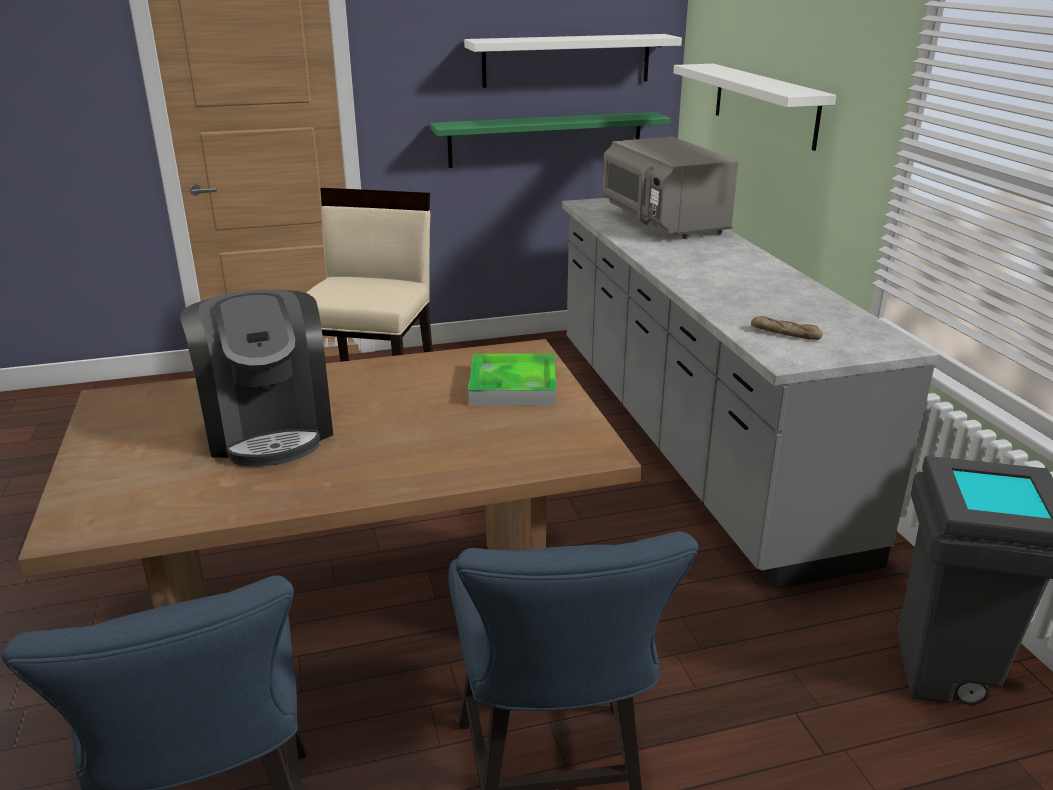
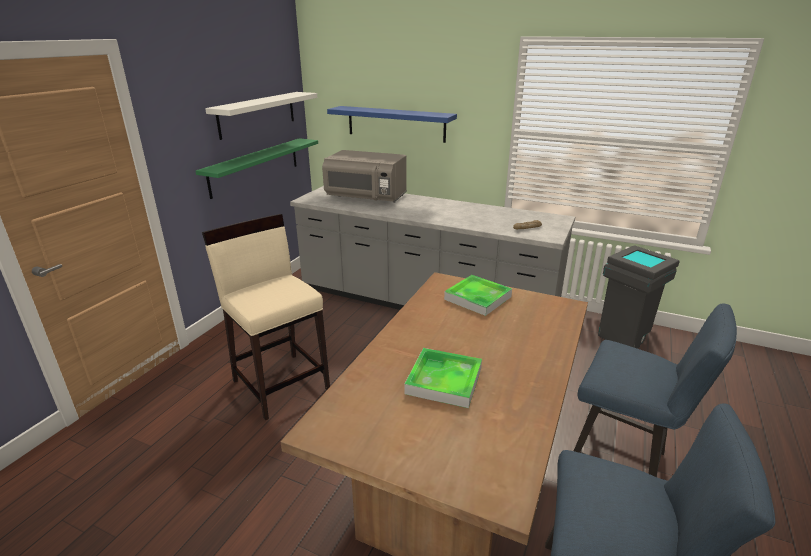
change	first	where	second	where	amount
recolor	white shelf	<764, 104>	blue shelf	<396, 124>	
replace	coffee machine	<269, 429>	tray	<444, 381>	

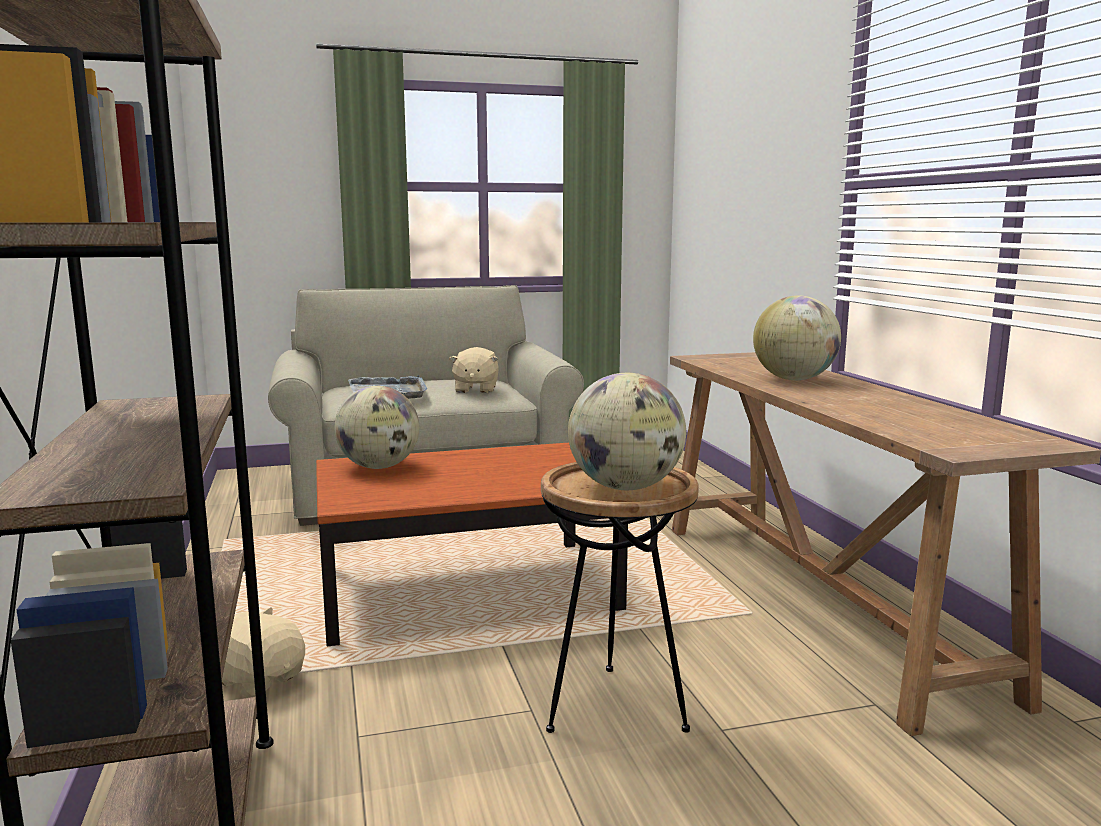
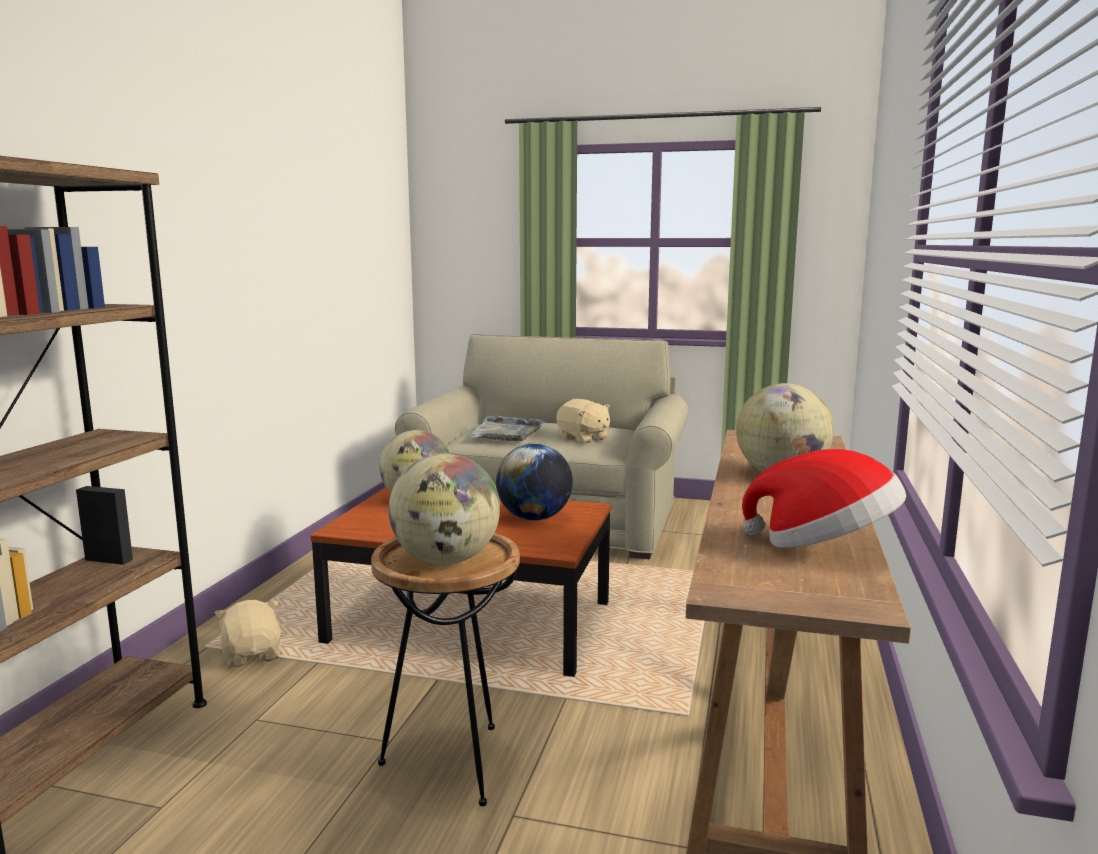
change	first	where	second	where	amount
insert			globe	<534, 518>	
rotate	beige plush toy	<475, 389>		<583, 438>	75 degrees counterclockwise
insert			hat	<824, 546>	

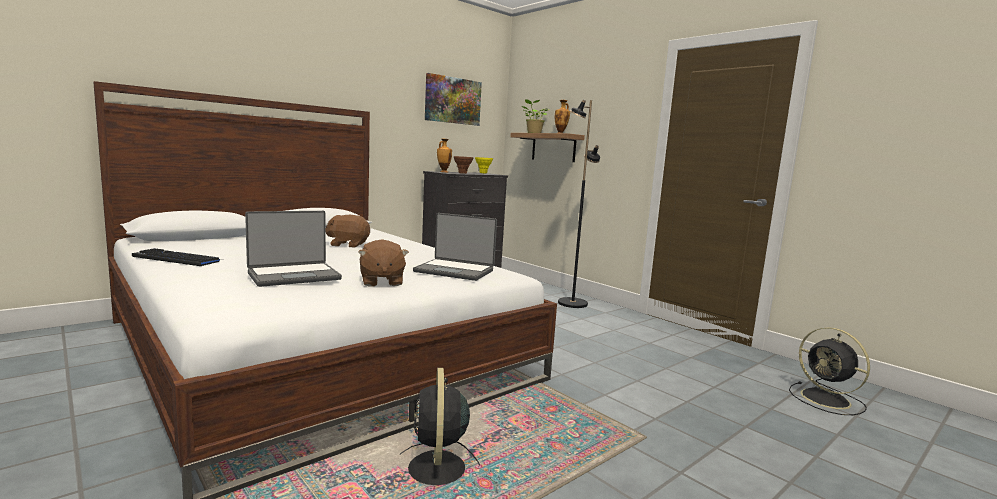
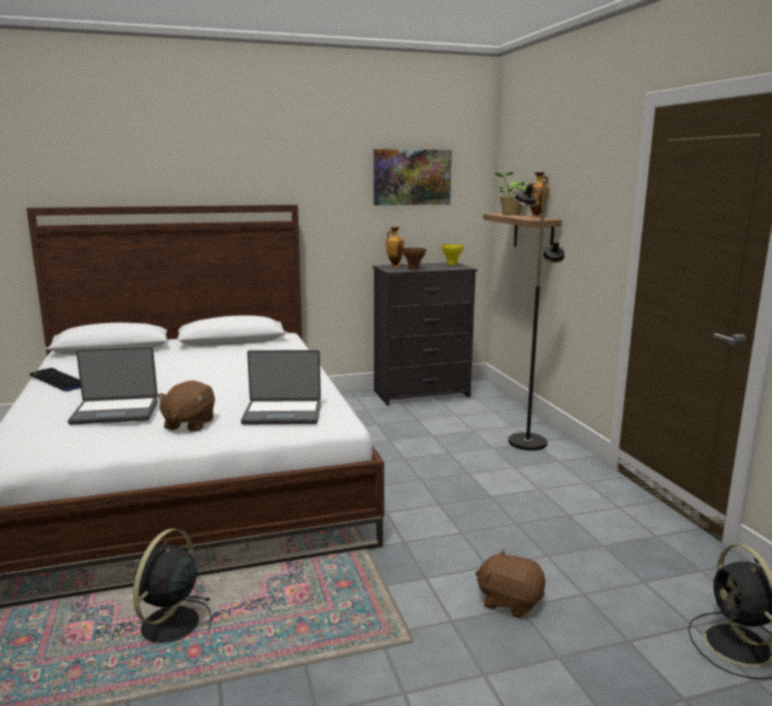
change	first	where	second	where	amount
rotate	laptop	<455, 271>		<283, 413>	45 degrees counterclockwise
move	brown plush toy	<348, 244>		<510, 601>	

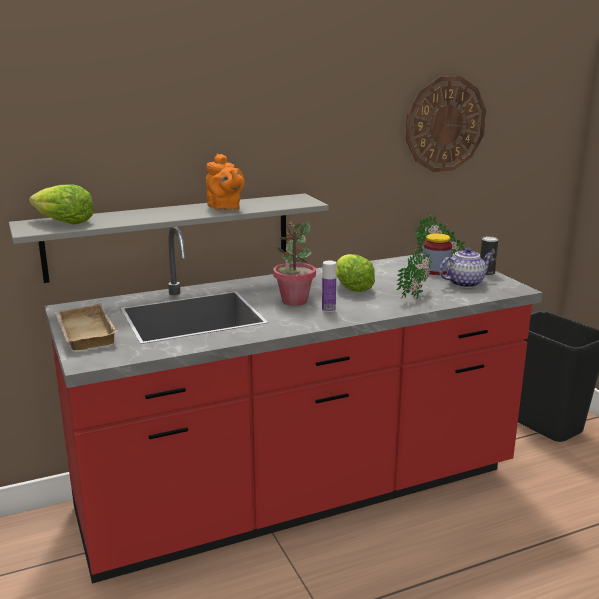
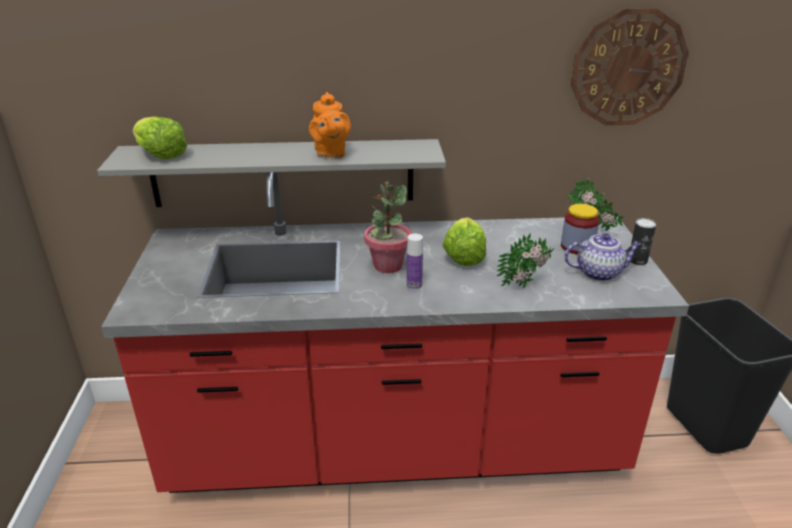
change	first	where	second	where	amount
delete	beige tray	<83, 332>			

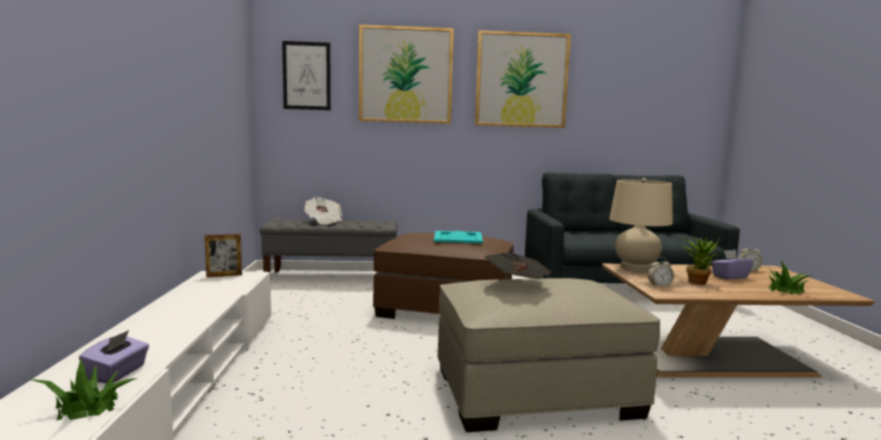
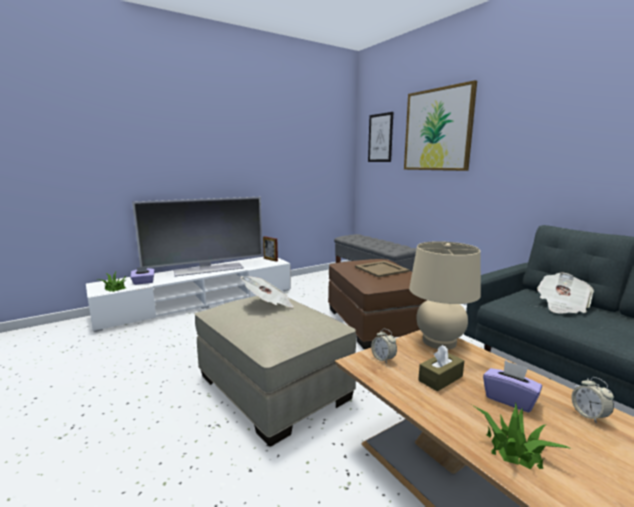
change	first	where	second	where	amount
insert			television	<208, 269>	
recolor	turquoise tray	<458, 237>	beige tray	<382, 269>	
replace	potted plant	<698, 281>	brown tissue box	<440, 378>	
move	newspaper	<323, 221>		<561, 306>	
delete	picture	<521, 80>			

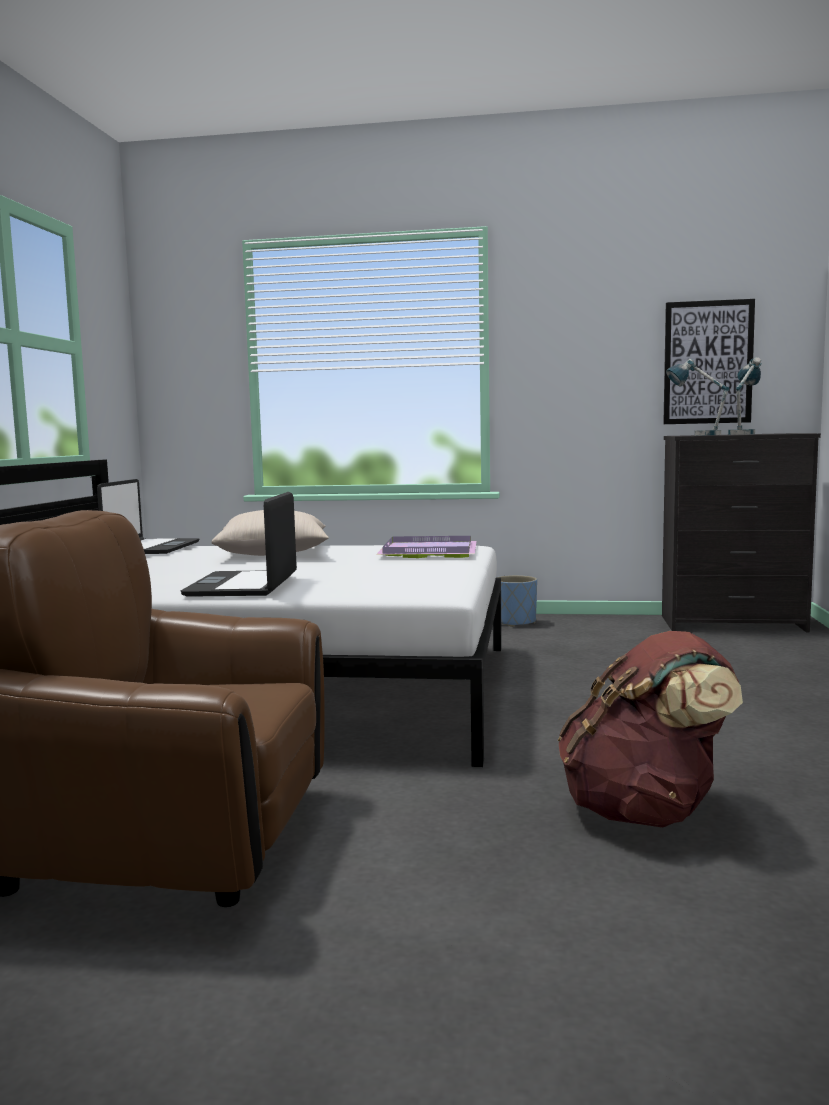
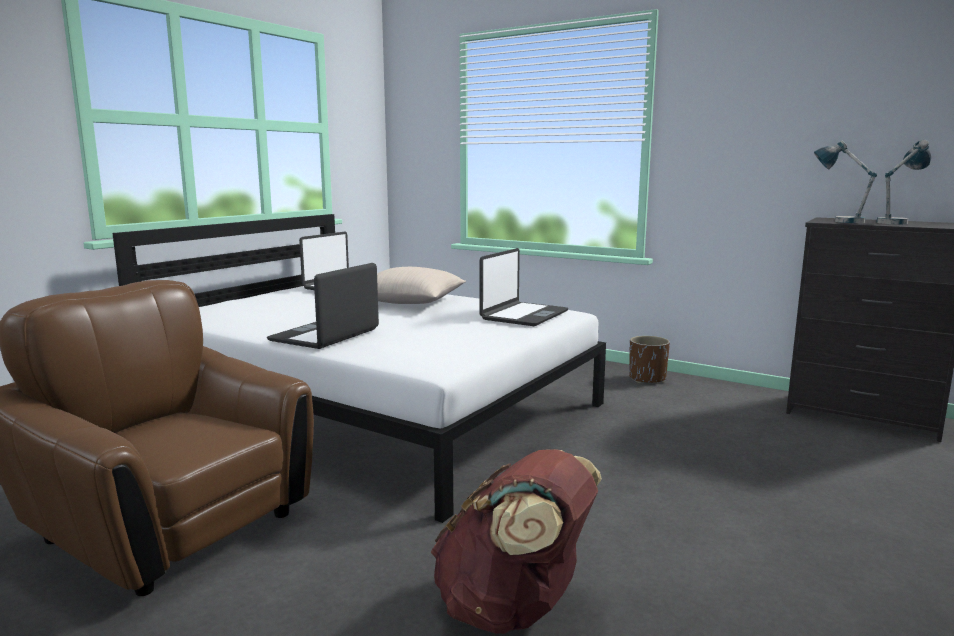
change	first	where	second	where	amount
replace	purple tray	<427, 551>	laptop	<523, 315>	
recolor	blue planter	<515, 622>	brown planter	<647, 379>	
delete	picture	<708, 362>			

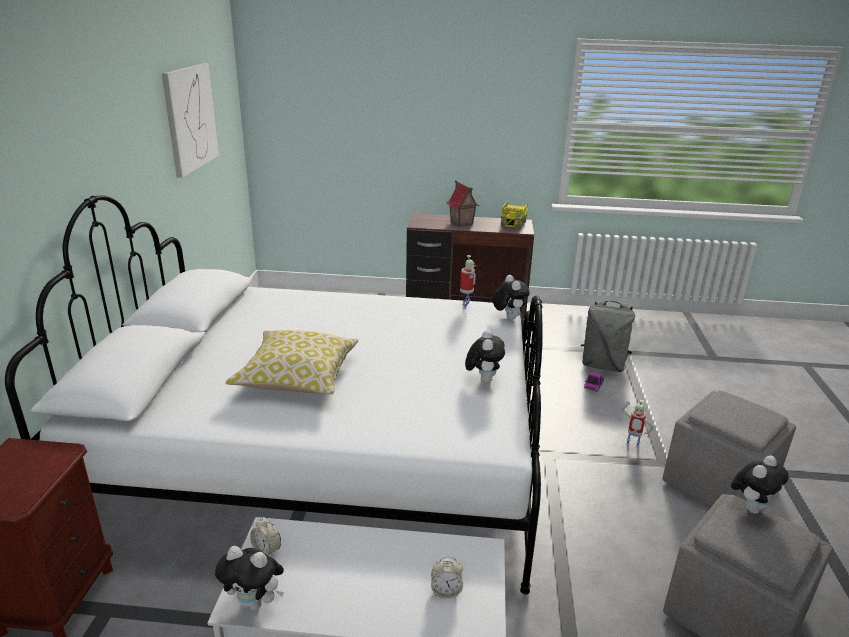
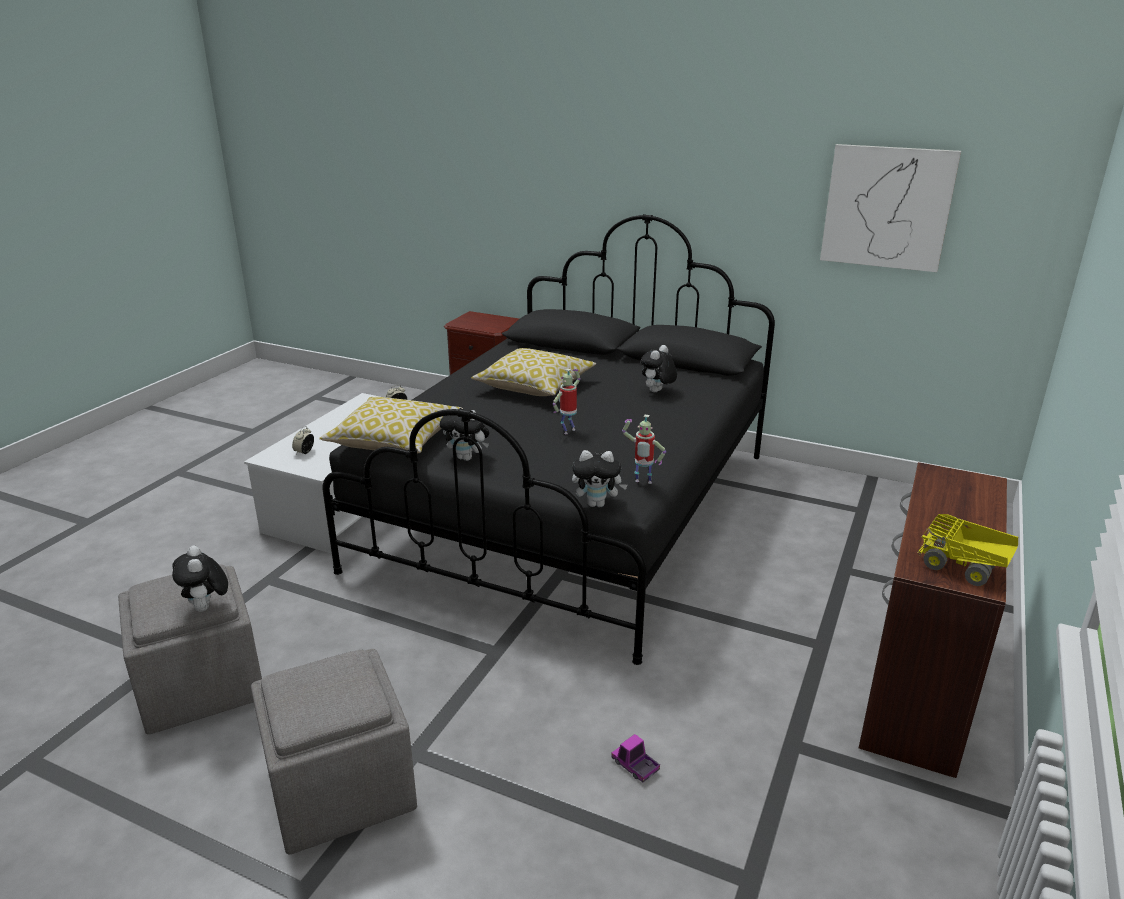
change	first	where	second	where	amount
insert			pillow	<395, 441>	
recolor	white bed	<326, 458>	black bed	<572, 510>	
move	toy robot	<631, 446>		<568, 430>	
move	plush toy	<255, 603>		<657, 392>	
delete	toy house	<461, 223>			
delete	grey backpack	<603, 365>			

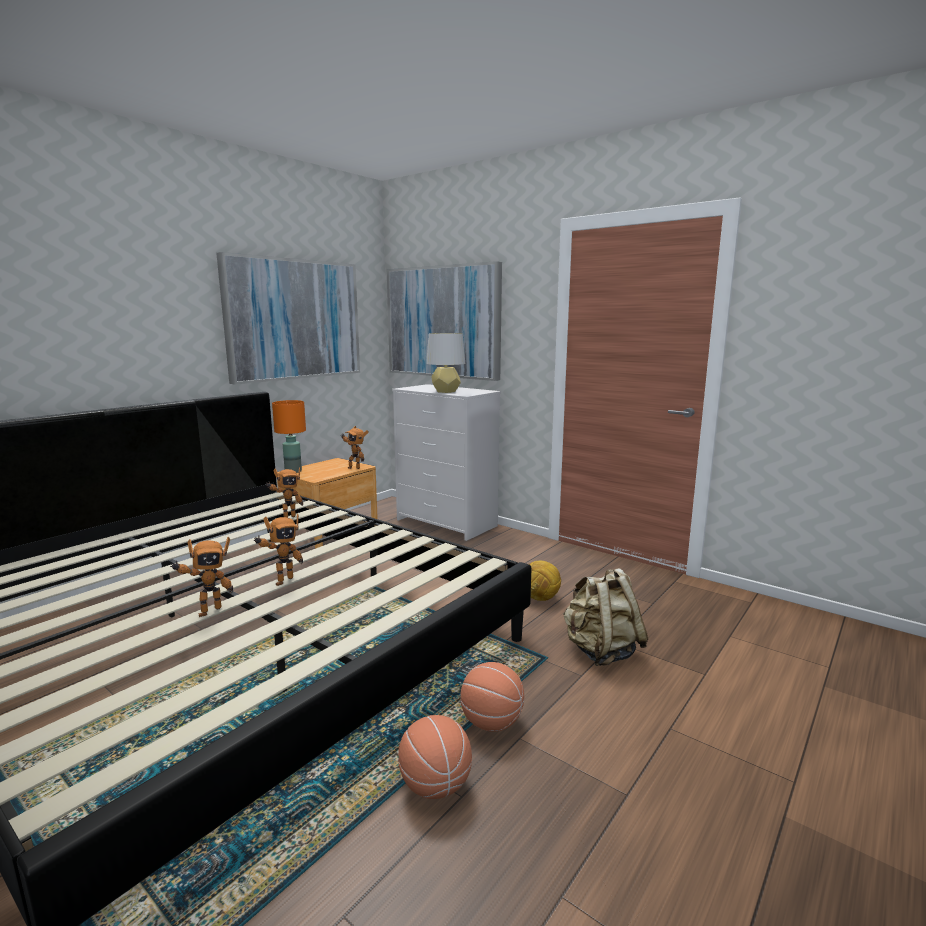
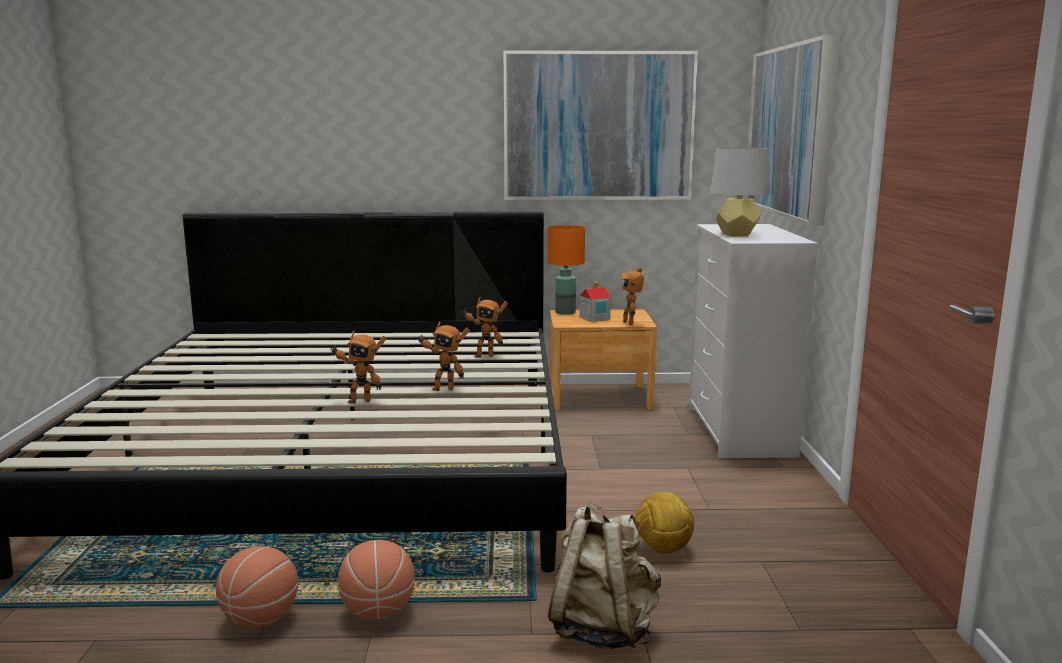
change	first	where	second	where	amount
move	toy robot	<208, 611>		<443, 389>	
insert			toy house	<594, 318>	

